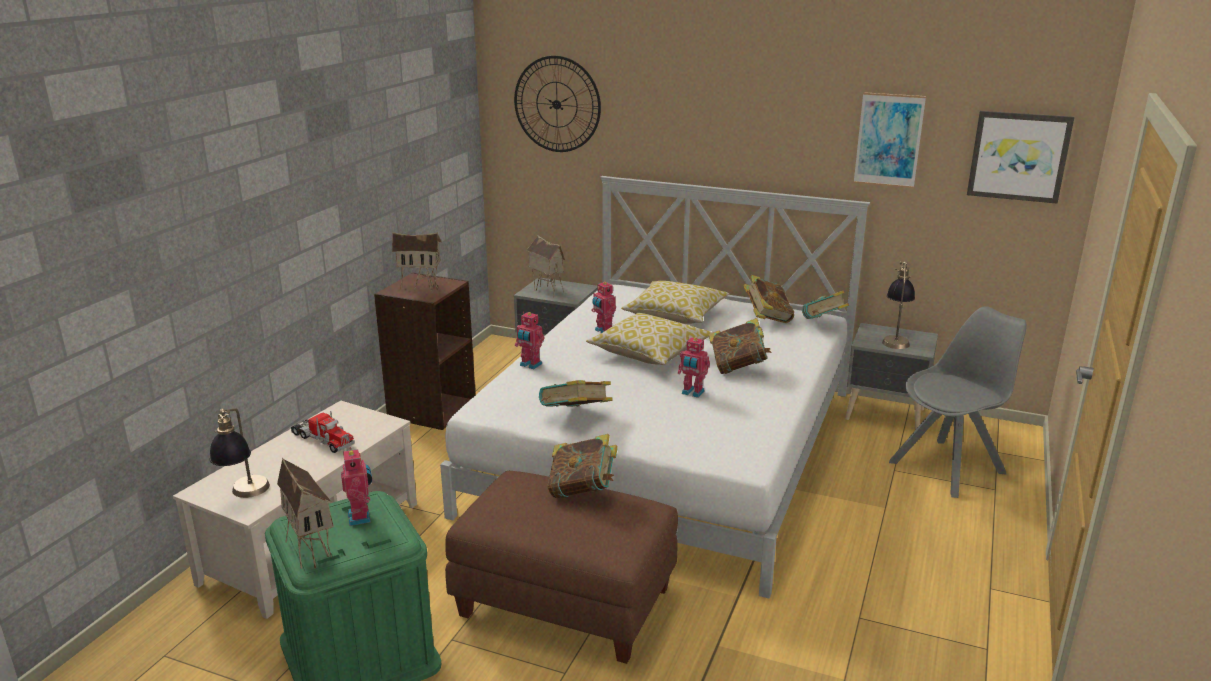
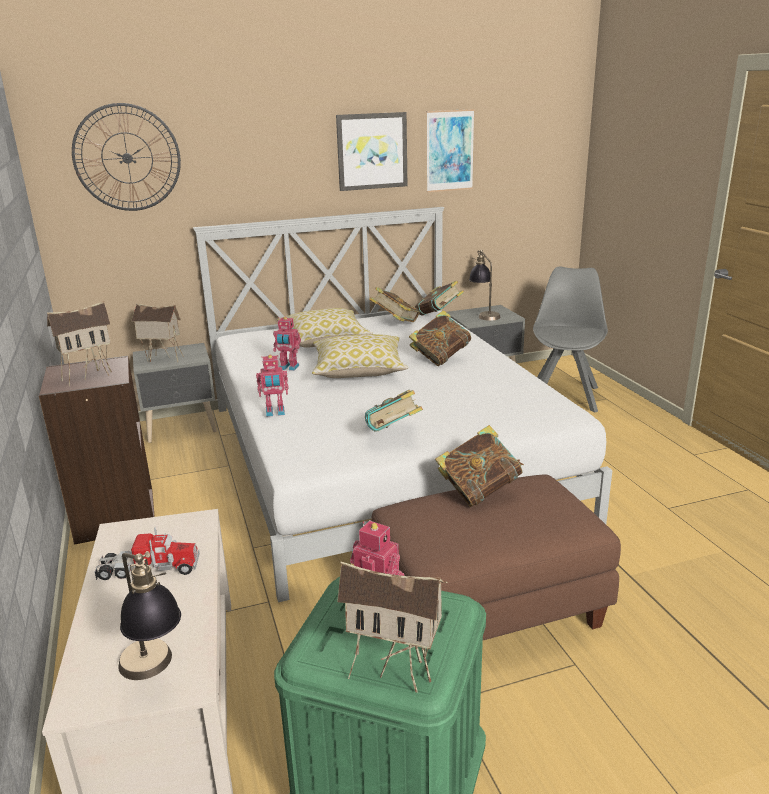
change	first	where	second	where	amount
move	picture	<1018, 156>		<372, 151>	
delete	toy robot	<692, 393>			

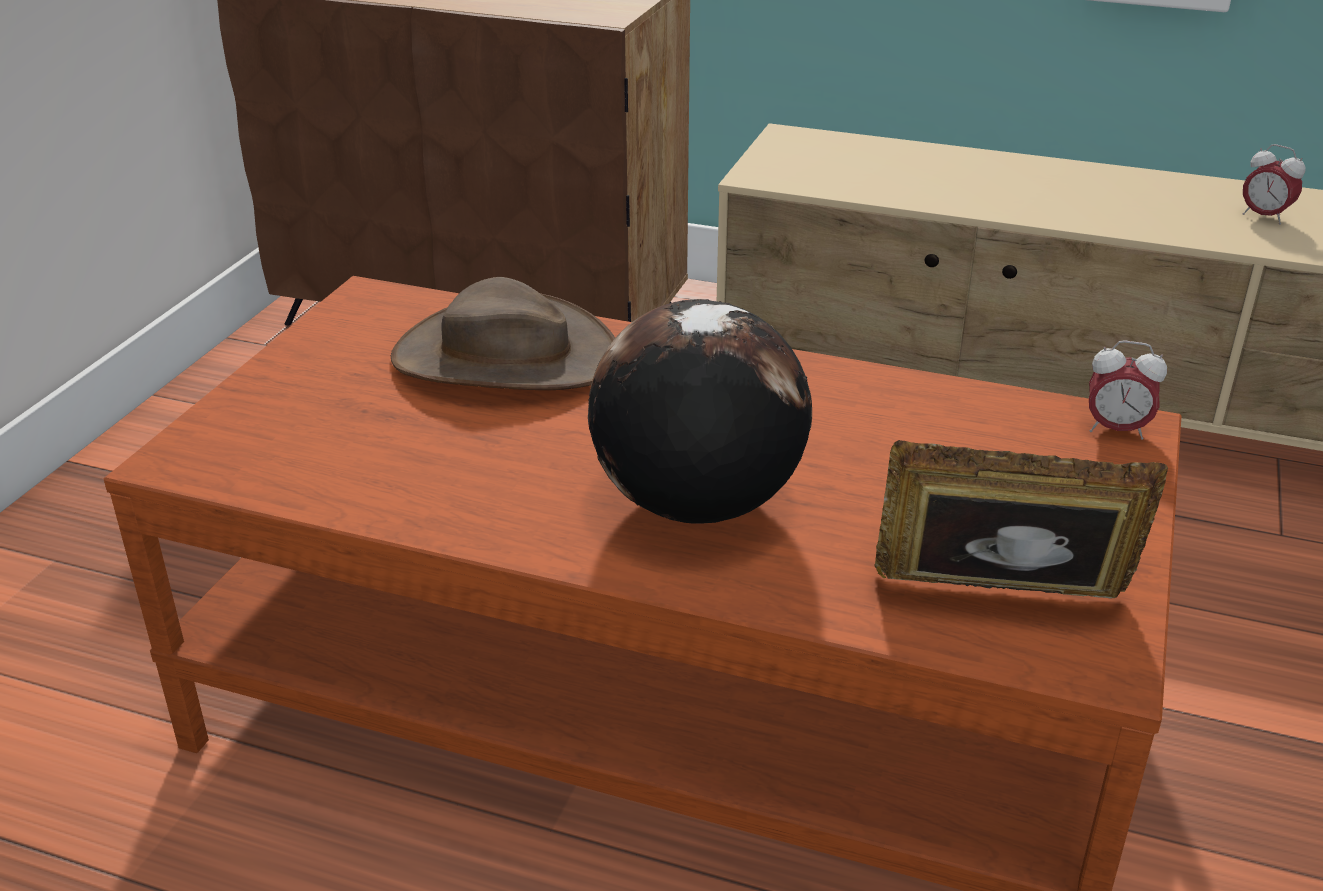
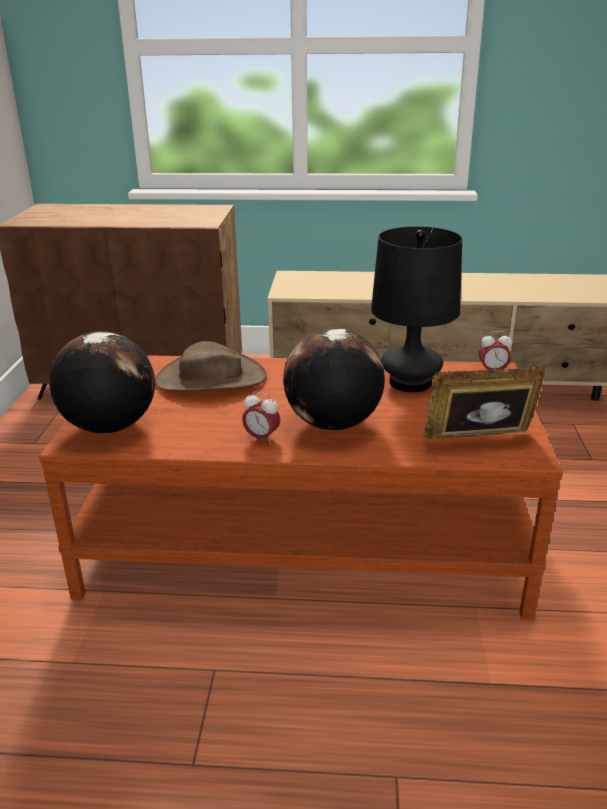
change	first	where	second	where	amount
insert			globe	<109, 427>	
move	alarm clock	<1264, 217>		<261, 438>	
insert			black table lamp	<410, 382>	

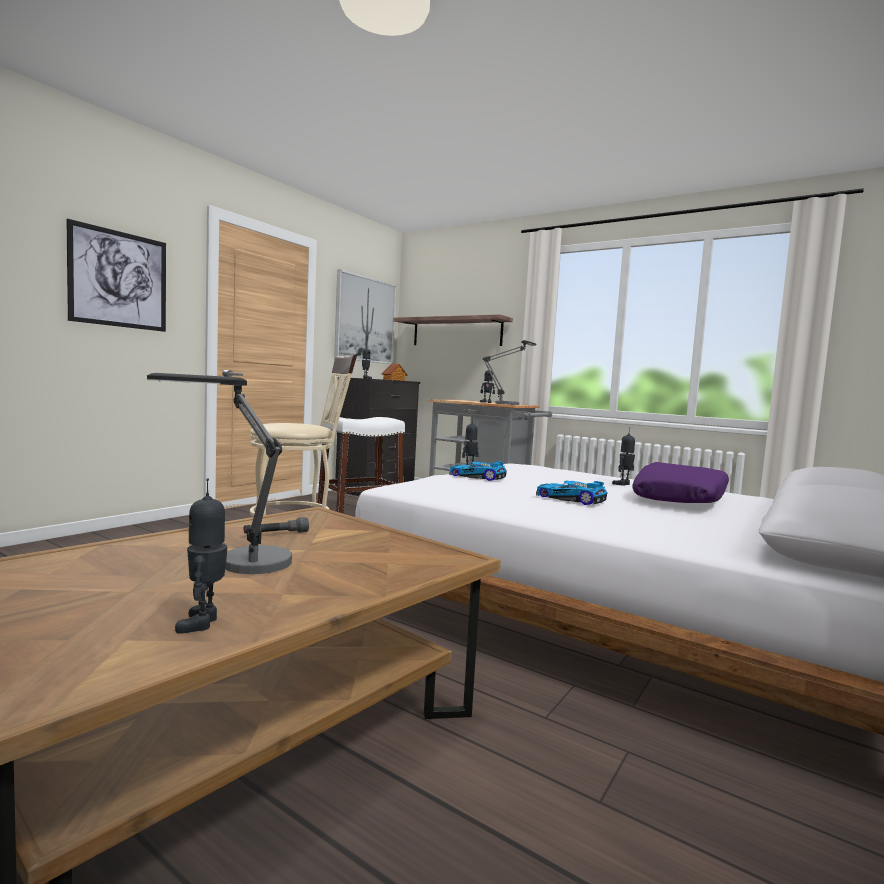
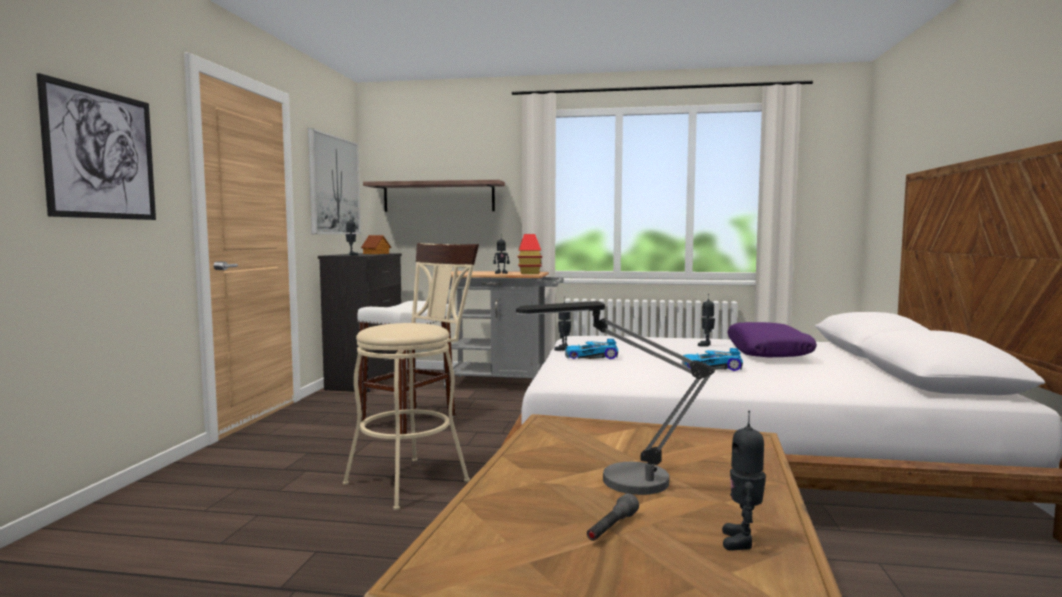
change	first	where	second	where	amount
replace	table lamp	<511, 404>	toy house	<529, 273>	
move	grey flashlight	<276, 534>		<611, 528>	
rotate	toy robot	<203, 623>		<742, 541>	45 degrees clockwise

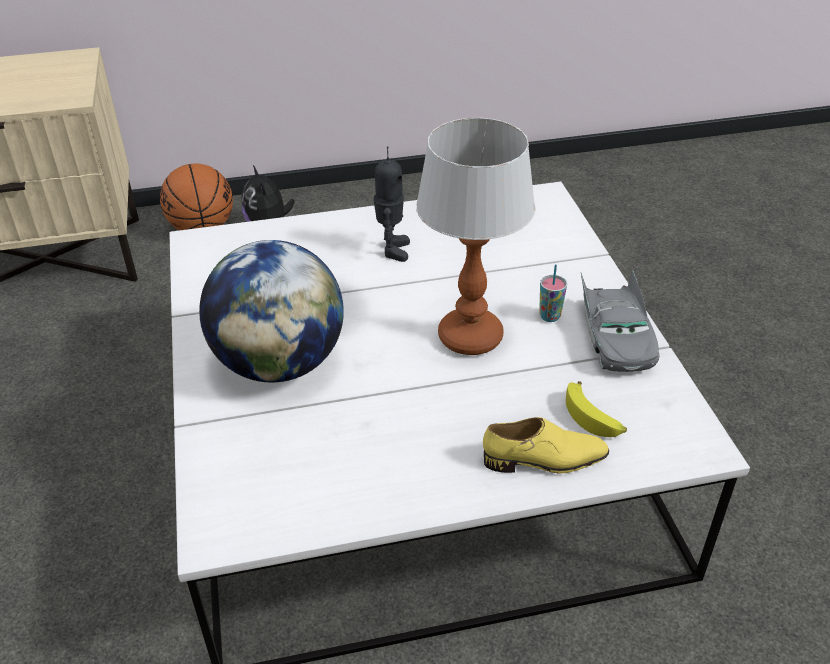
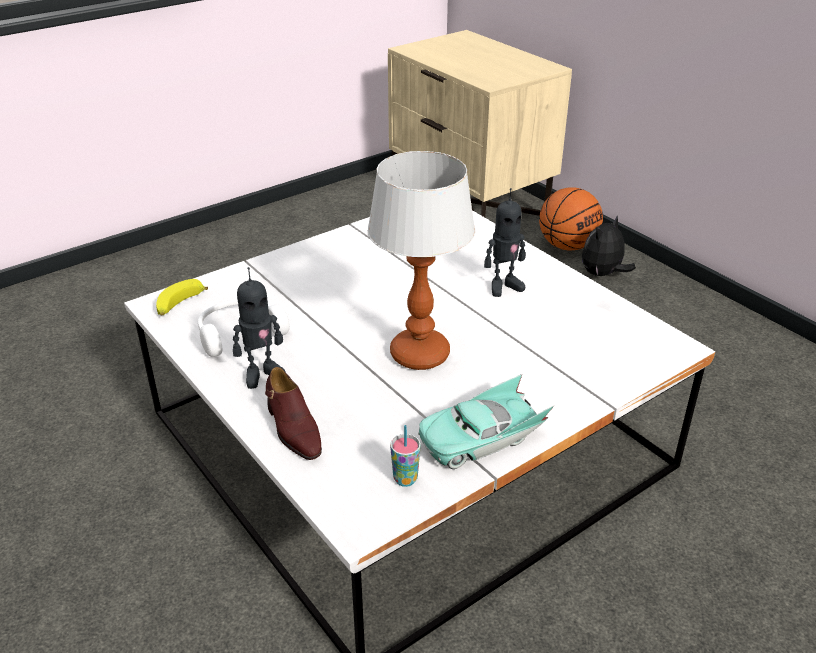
change	first	where	second	where	amount
move	banana	<593, 417>		<180, 305>	
insert			white headphones	<239, 333>	
insert			toy robot	<262, 374>	
recolor	yellow shoe	<545, 460>	brown shoe	<293, 428>	
move	cup	<550, 316>		<405, 479>	
recolor	grey toy car	<615, 337>	turquoise toy car	<482, 438>	
delete	globe	<280, 363>			

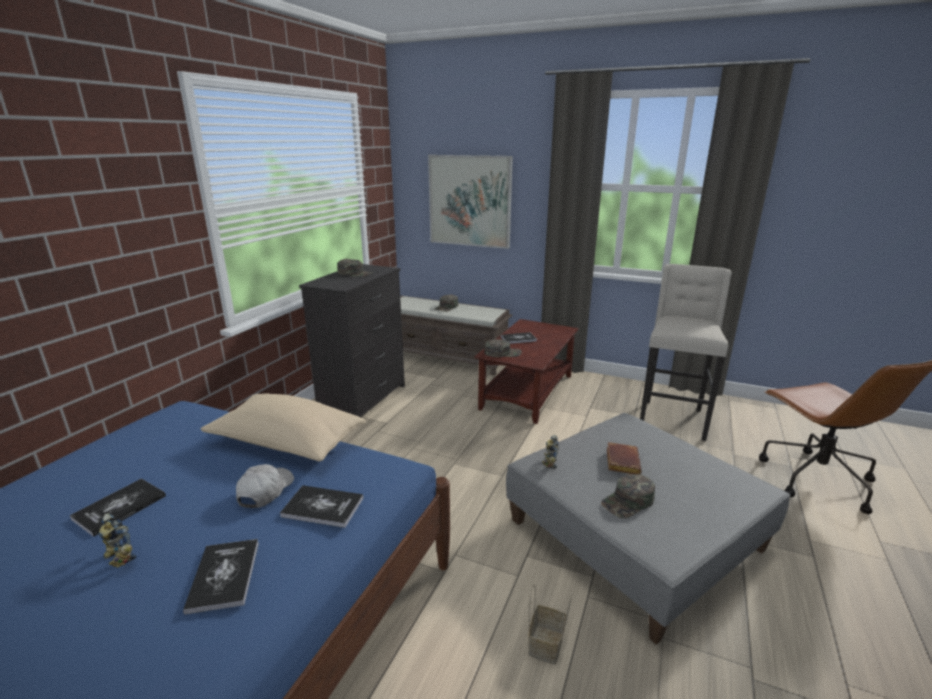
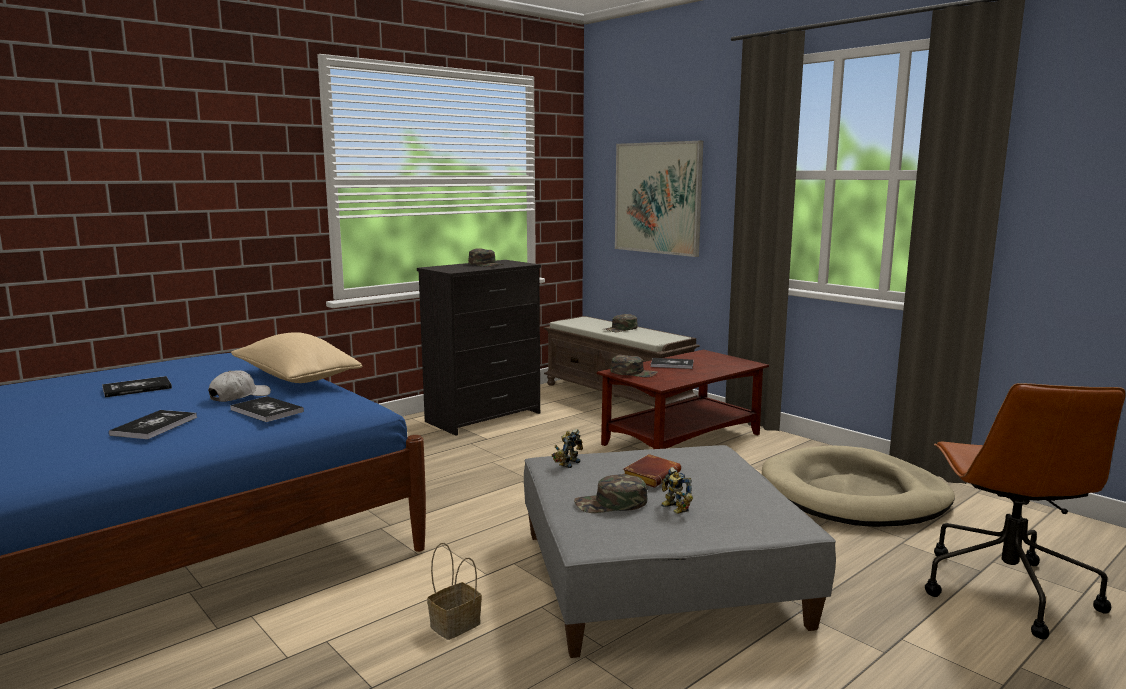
change	first	where	second	where	amount
move	toy robot	<117, 559>		<673, 509>	
replace	beige stool	<671, 419>	beige dog bed	<853, 495>	

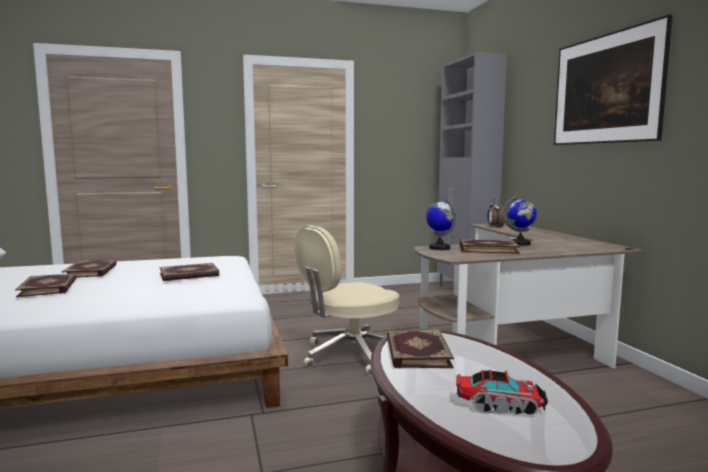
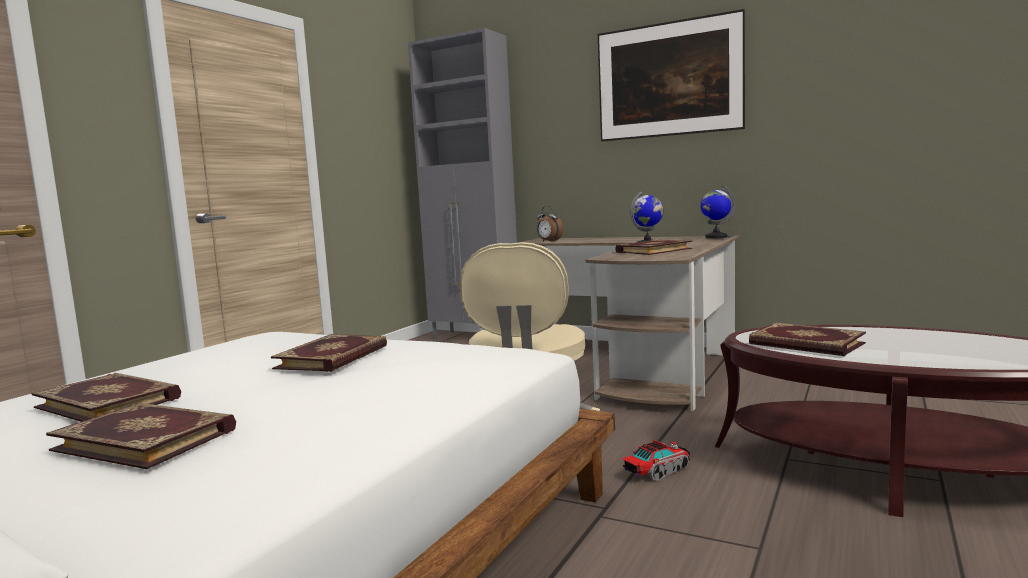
change	first	where	second	where	amount
move	toy truck	<500, 406>		<657, 471>	
move	globe	<439, 248>		<716, 237>	

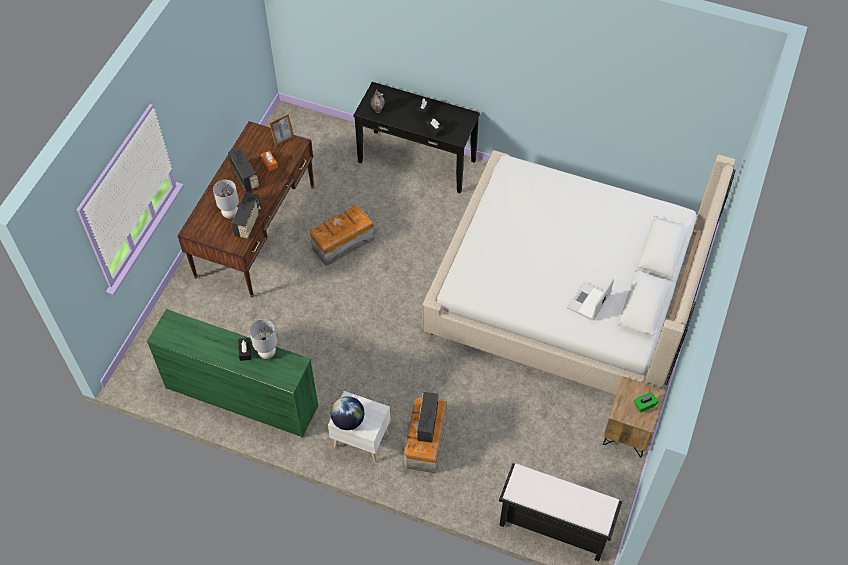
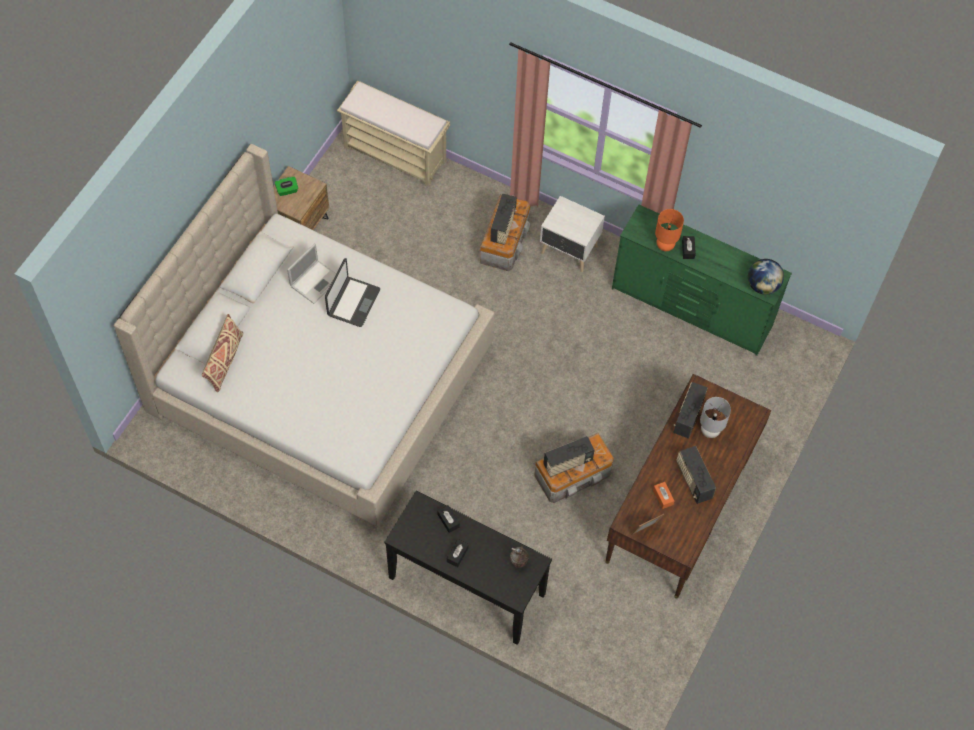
change	first	where	second	where	amount
insert			beige pillow	<225, 361>	
insert			laptop	<353, 302>	
recolor	black bench	<553, 526>	beige bench	<396, 154>	
insert			radio	<567, 463>	
recolor	grey table lamp	<267, 353>	orange table lamp	<665, 246>	
move	globe	<348, 420>		<762, 285>	

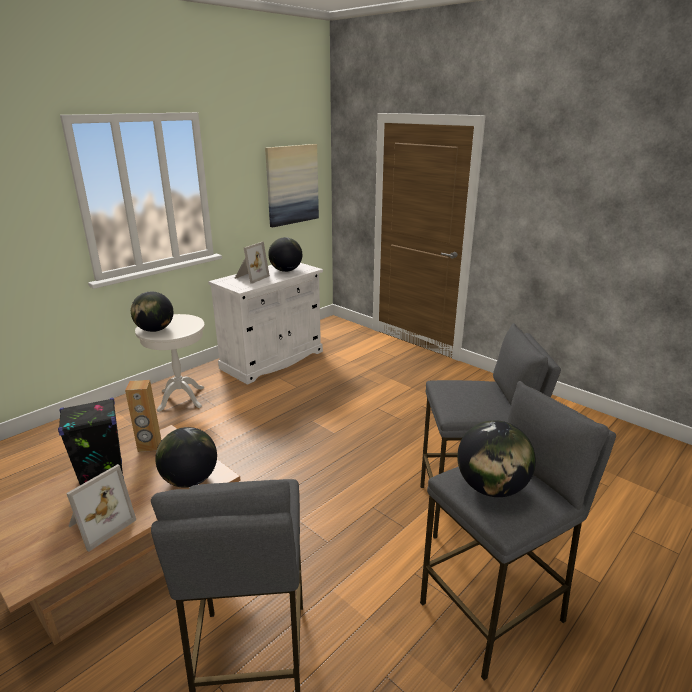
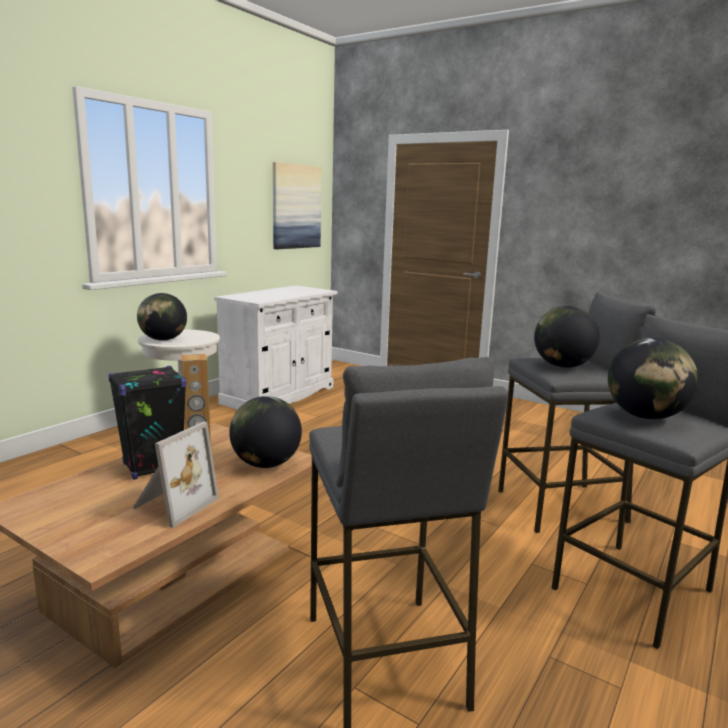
change	first	where	second	where	amount
move	globe	<286, 270>		<562, 366>	
delete	picture frame	<250, 277>			

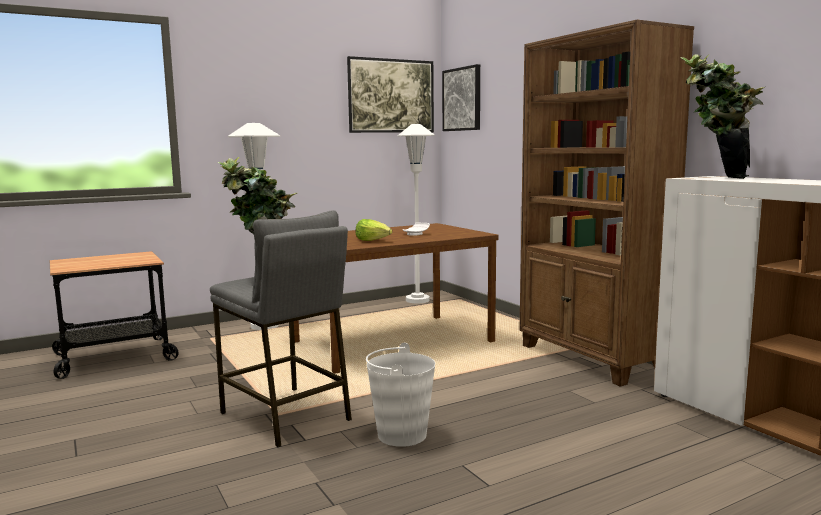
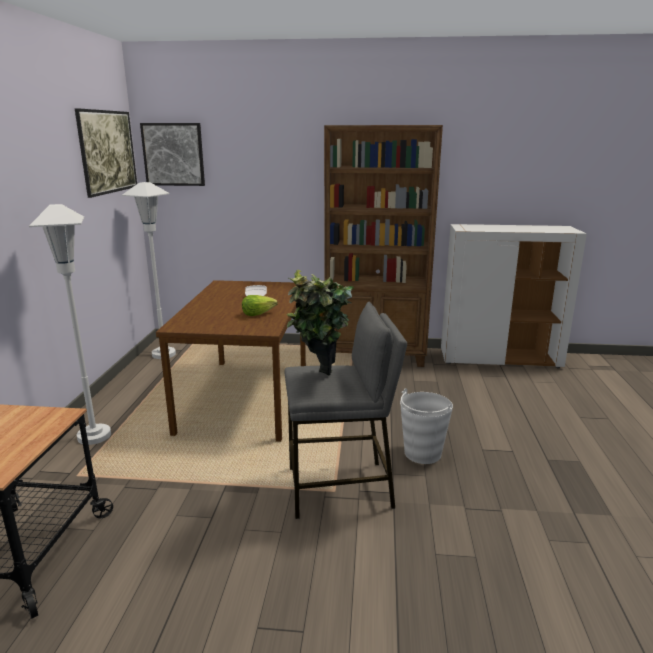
change	first	where	second	where	amount
delete	potted plant	<715, 177>			

